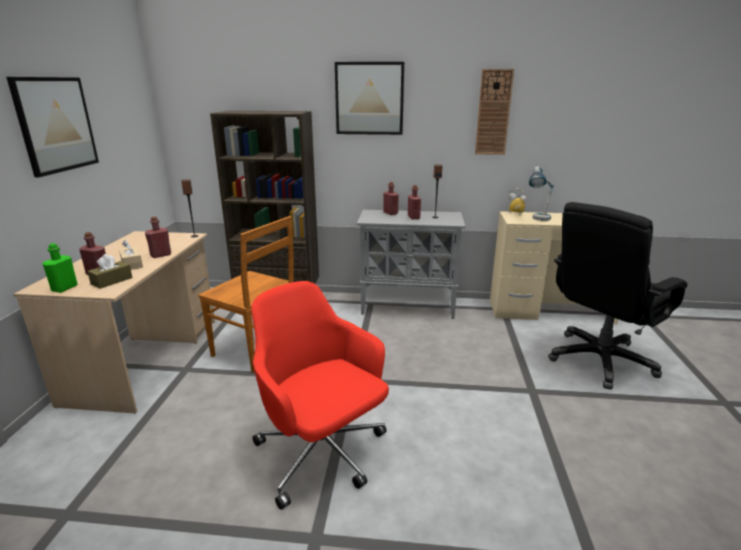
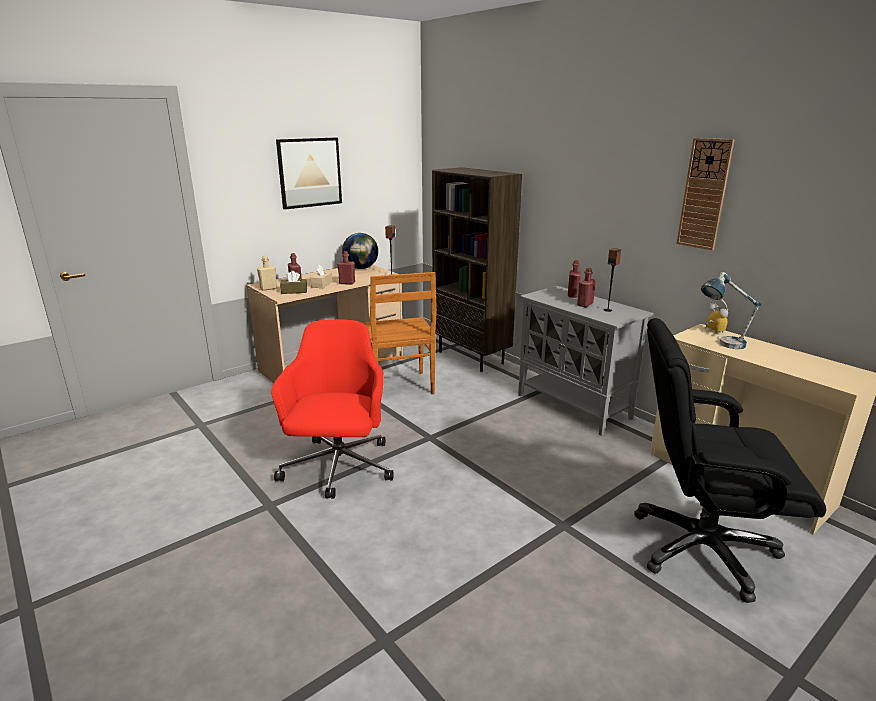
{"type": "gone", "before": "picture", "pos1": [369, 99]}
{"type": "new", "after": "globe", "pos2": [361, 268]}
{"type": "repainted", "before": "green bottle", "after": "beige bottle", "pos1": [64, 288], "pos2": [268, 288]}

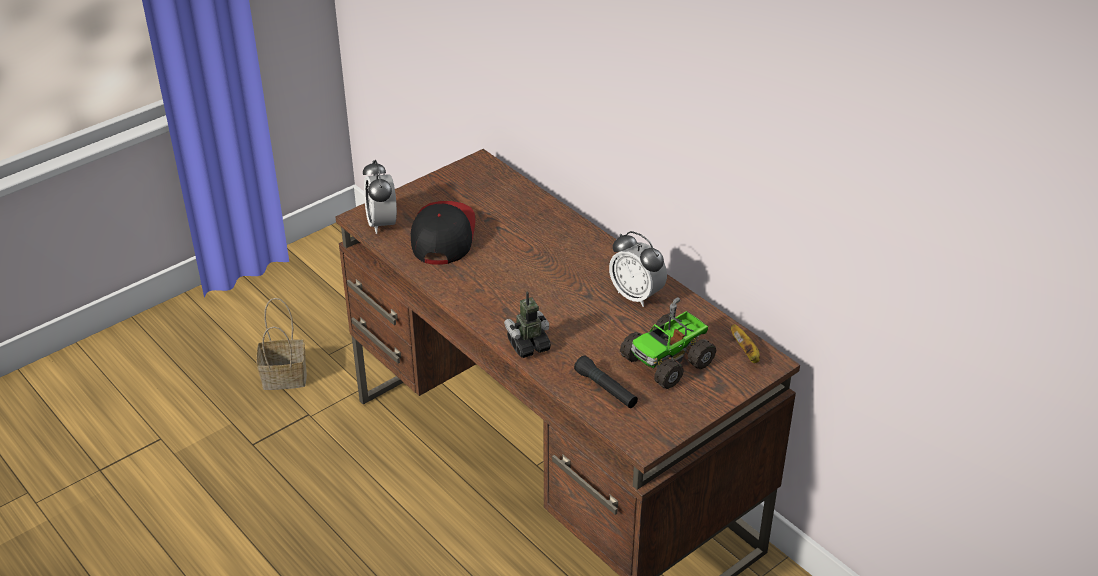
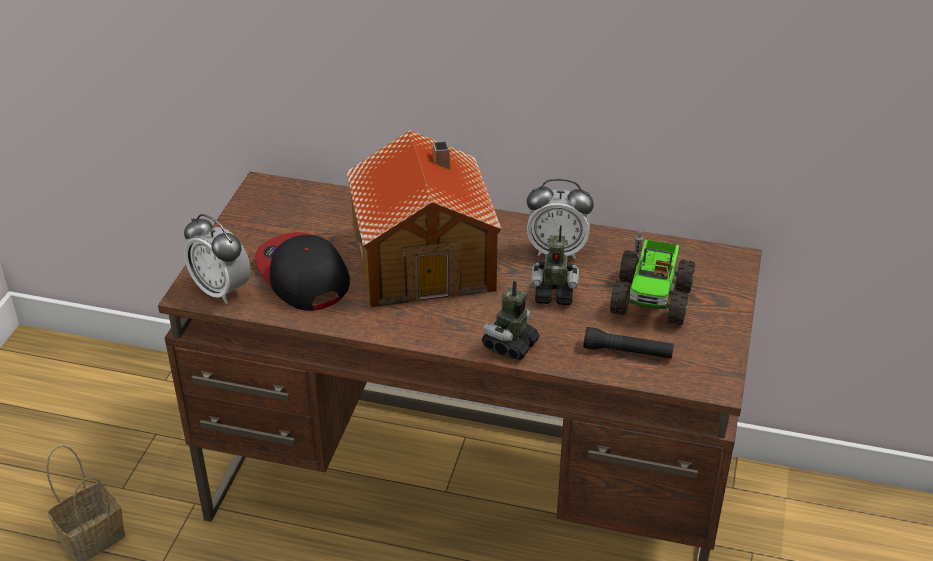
{"type": "gone", "before": "banana", "pos1": [746, 353]}
{"type": "new", "after": "toy house", "pos2": [425, 258]}
{"type": "new", "after": "toy robot", "pos2": [554, 294]}

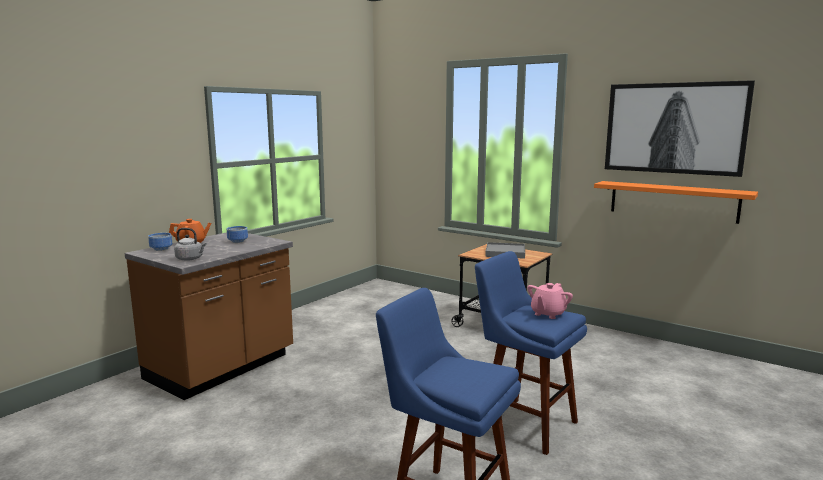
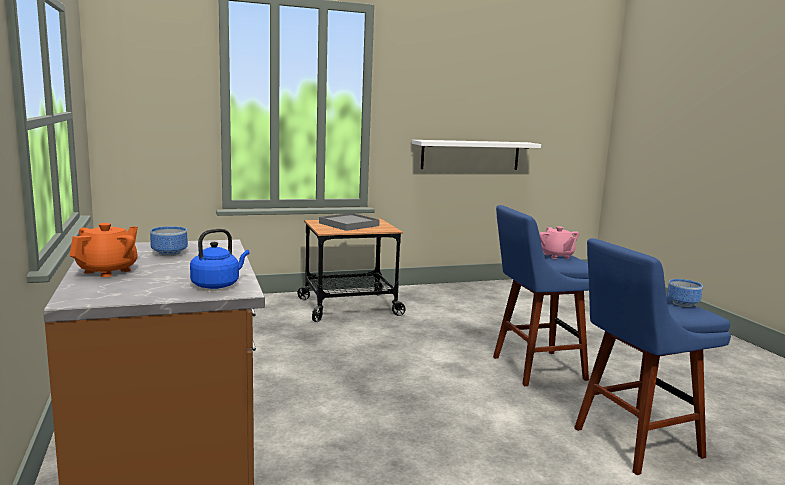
{"type": "gone", "before": "picture", "pos1": [673, 128]}
{"type": "shifted", "before": "bowl", "pos1": [162, 249], "pos2": [683, 303]}
{"type": "repainted", "before": "grey kettle", "after": "blue kettle", "pos1": [190, 259], "pos2": [217, 285]}
{"type": "repainted", "before": "orange shelf", "after": "white shelf", "pos1": [673, 201], "pos2": [470, 155]}

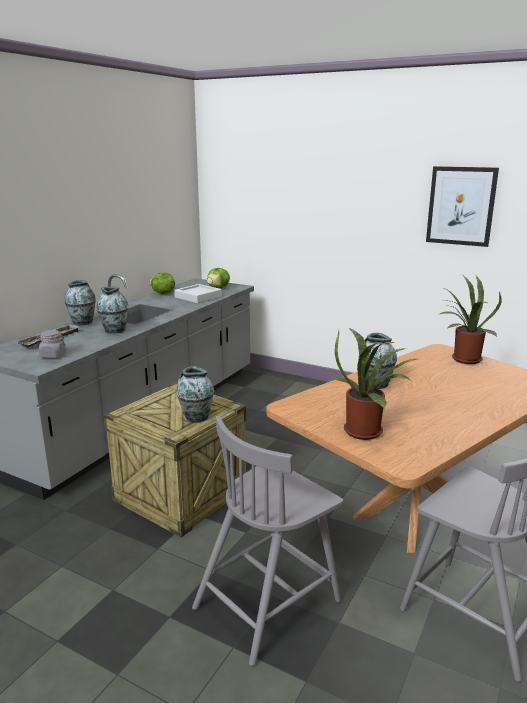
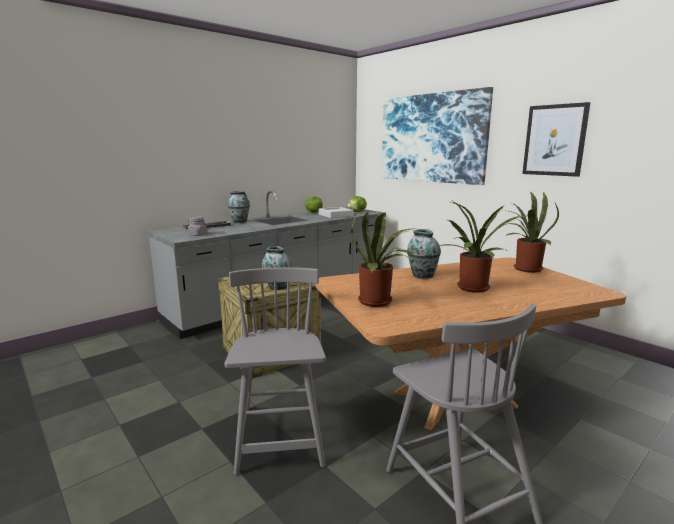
{"type": "gone", "before": "vase", "pos1": [115, 330]}
{"type": "new", "after": "picture", "pos2": [431, 138]}
{"type": "new", "after": "potted plant", "pos2": [473, 289]}
{"type": "rotated", "before": "grey chair", "pos1": [268, 602], "pos2": [280, 437], "turn": 105}

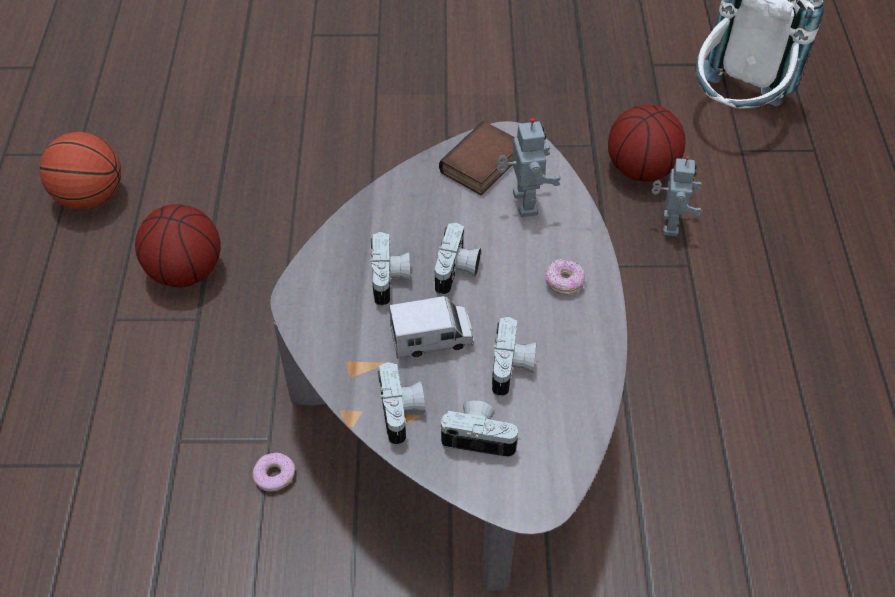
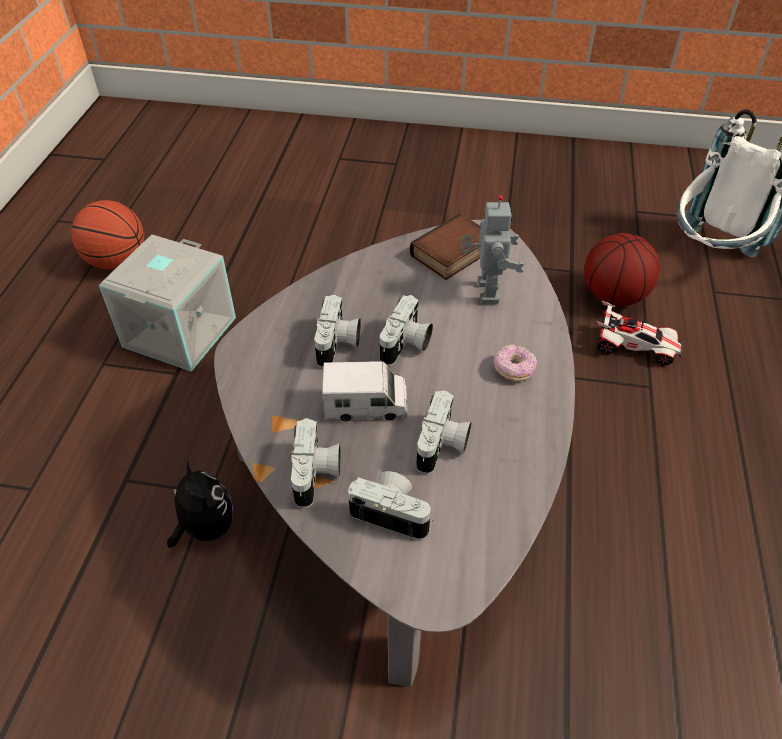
{"type": "swapped", "before": "basketball", "after": "grey storage box", "pos1": [185, 270], "pos2": [178, 331]}
{"type": "swapped", "before": "donut", "after": "plush toy", "pos1": [274, 475], "pos2": [205, 527]}
{"type": "swapped", "before": "toy robot", "after": "toy car", "pos1": [668, 224], "pos2": [634, 347]}

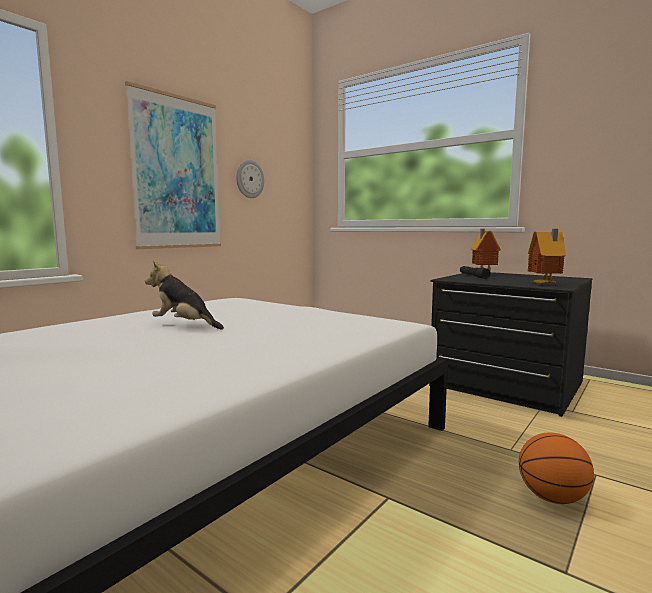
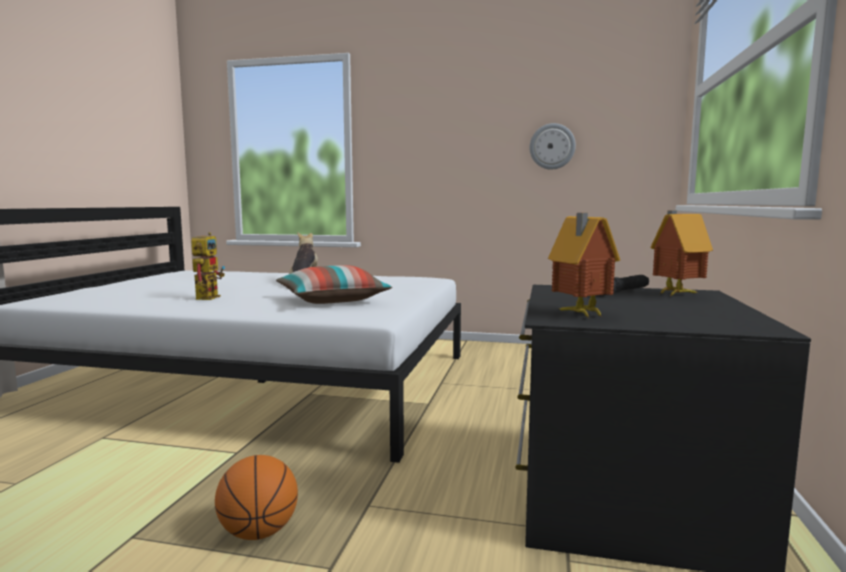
{"type": "gone", "before": "picture", "pos1": [177, 173]}
{"type": "new", "after": "toy robot", "pos2": [208, 296]}
{"type": "new", "after": "pillow", "pos2": [332, 300]}

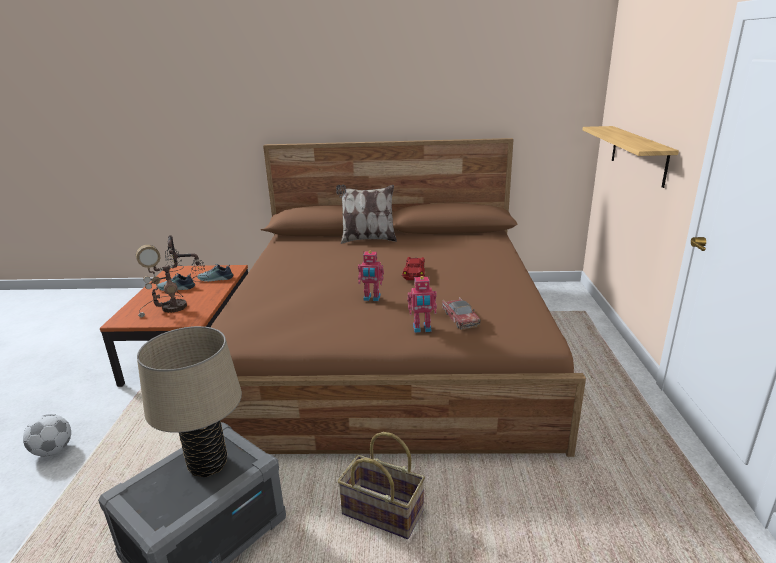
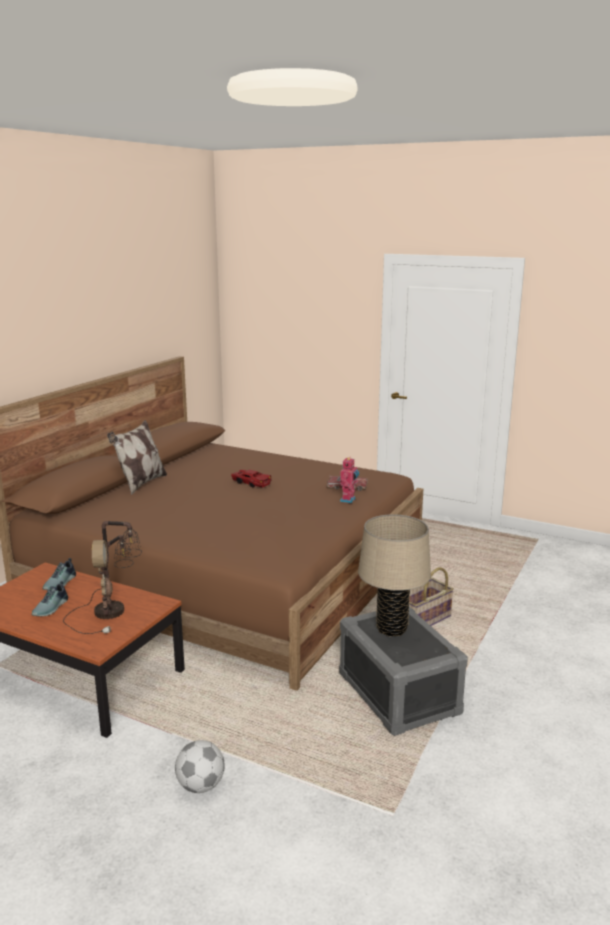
{"type": "gone", "before": "toy robot", "pos1": [371, 298]}
{"type": "gone", "before": "shelf", "pos1": [638, 154]}

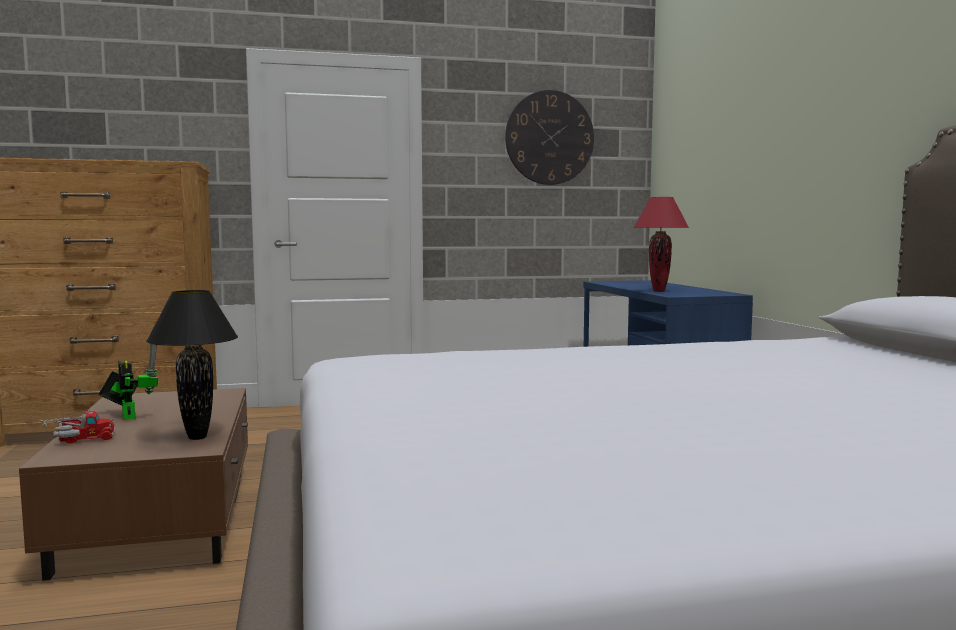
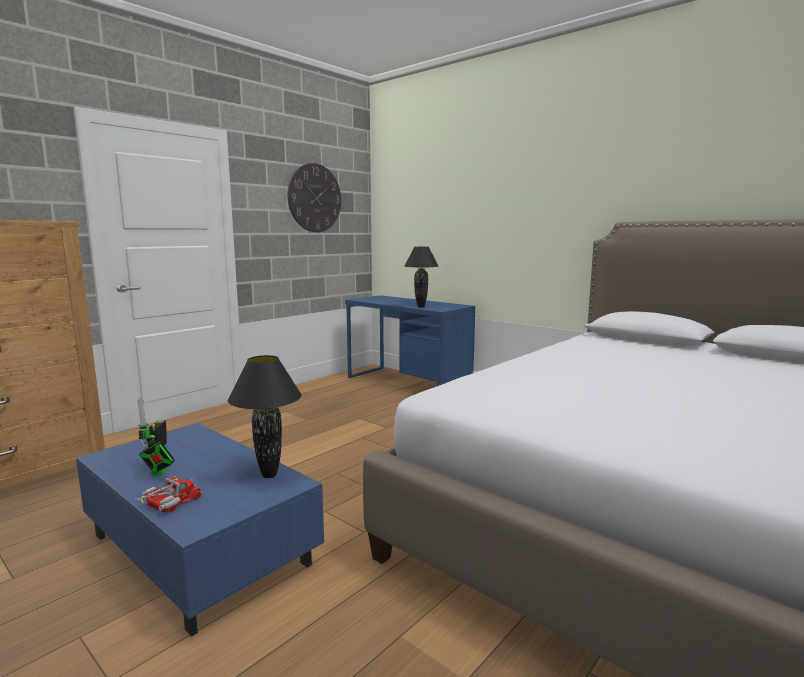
{"type": "repainted", "before": "brown coffee table", "after": "blue coffee table", "pos1": [161, 516], "pos2": [198, 548]}
{"type": "repainted", "before": "red table lamp", "after": "black table lamp", "pos1": [659, 291], "pos2": [421, 306]}
{"type": "rotated", "before": "toy robot", "pos1": [128, 416], "pos2": [158, 472], "turn": -120}

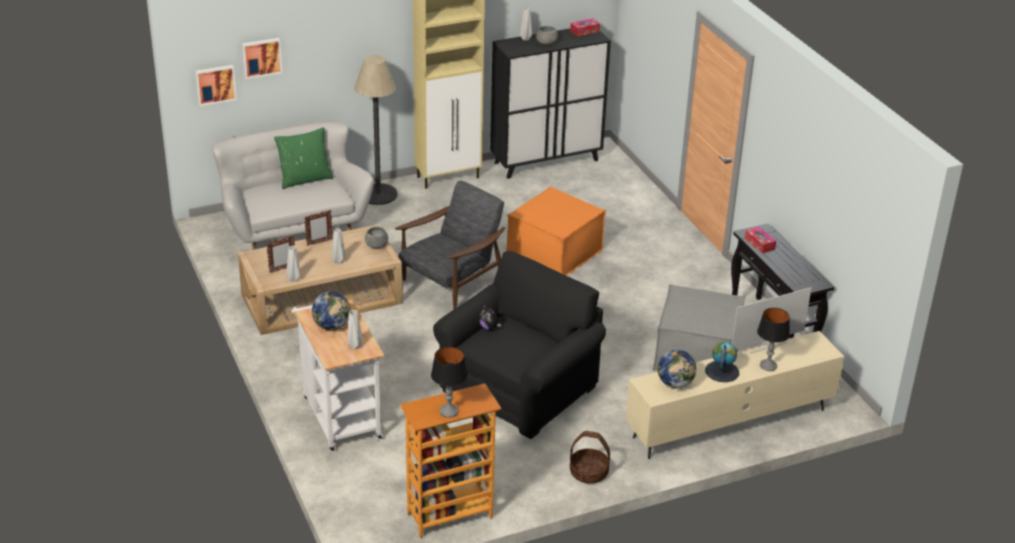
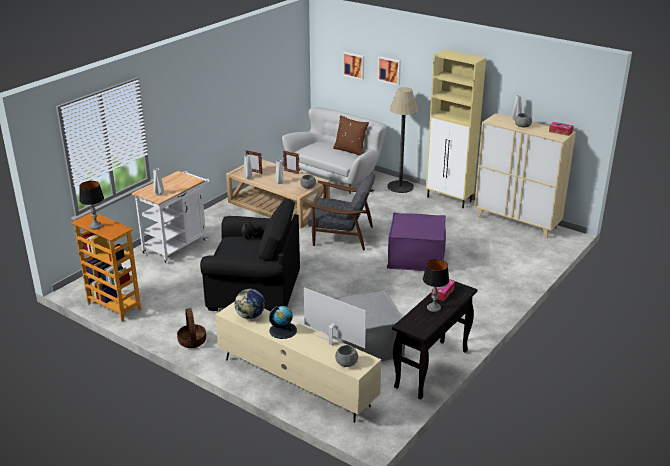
{"type": "gone", "before": "globe", "pos1": [332, 326]}
{"type": "new", "after": "grey bowl", "pos2": [346, 363]}
{"type": "shifted", "before": "picture", "pos1": [215, 84], "pos2": [389, 70]}
{"type": "shifted", "before": "table lamp", "pos1": [768, 366], "pos2": [434, 308]}
{"type": "repainted", "before": "green pillow", "after": "brown pillow", "pos1": [305, 179], "pos2": [350, 150]}
{"type": "repainted", "before": "black cabinet", "after": "beige cabinet", "pos1": [546, 161], "pos2": [517, 222]}
{"type": "repainted", "before": "orange ottoman", "after": "purple ottoman", "pos1": [554, 252], "pos2": [415, 257]}

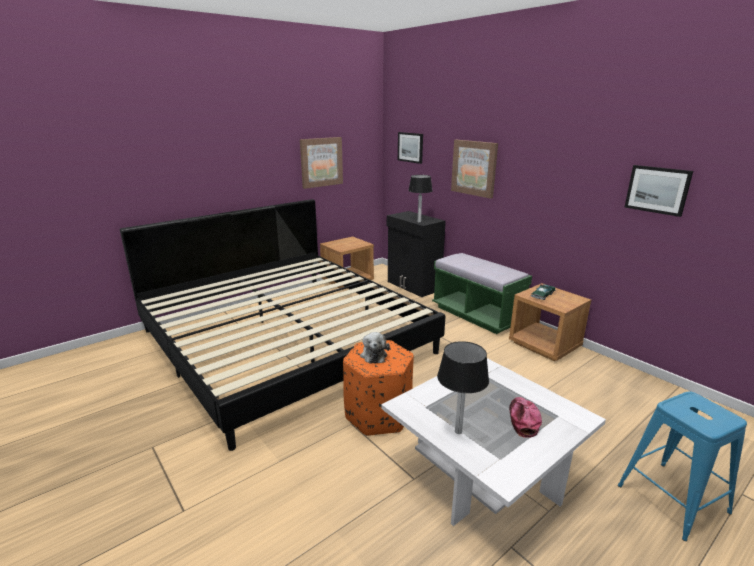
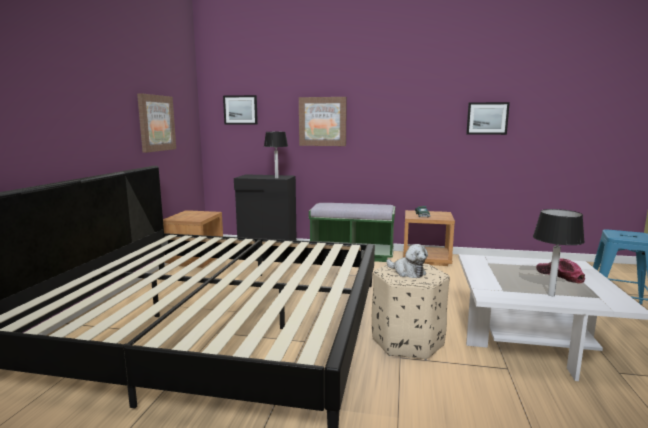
{"type": "repainted", "before": "orange ottoman", "after": "beige ottoman", "pos1": [378, 415], "pos2": [407, 341]}

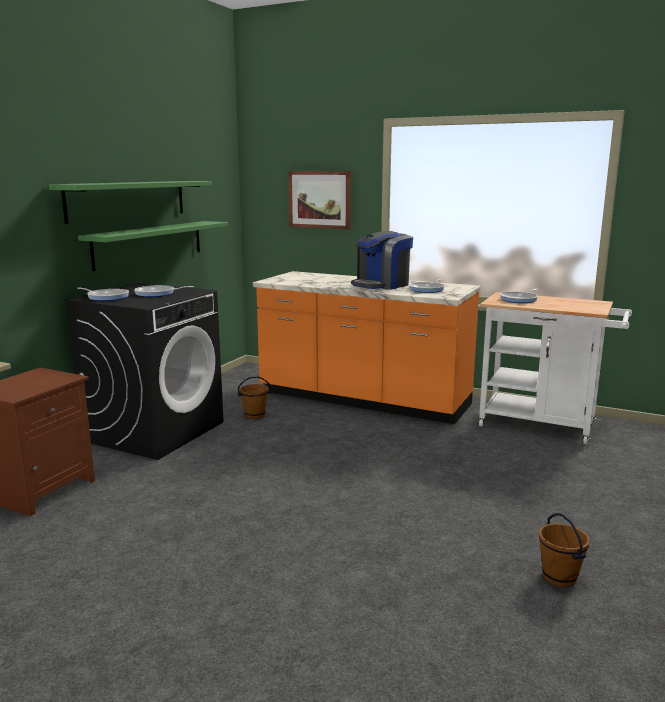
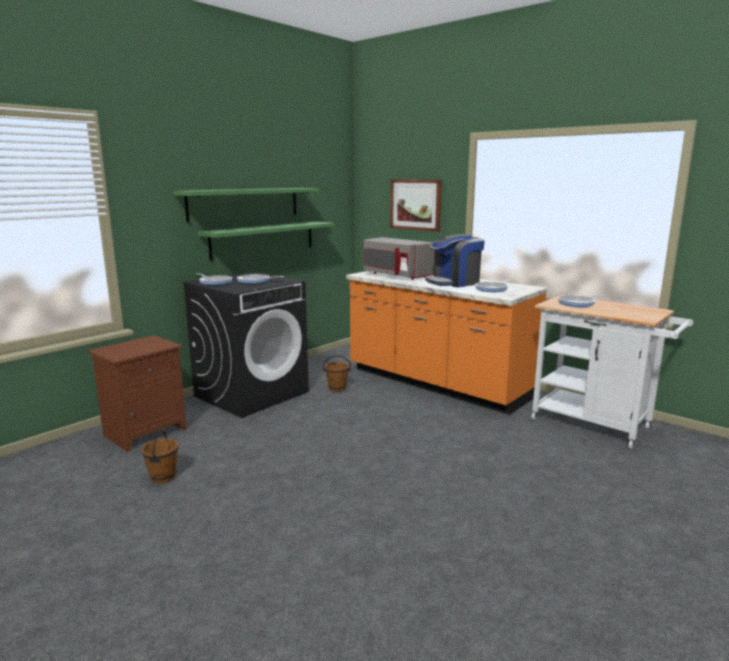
{"type": "new", "after": "grey microwave", "pos2": [396, 275]}
{"type": "shifted", "before": "brown bucket", "pos1": [560, 577], "pos2": [163, 477]}

